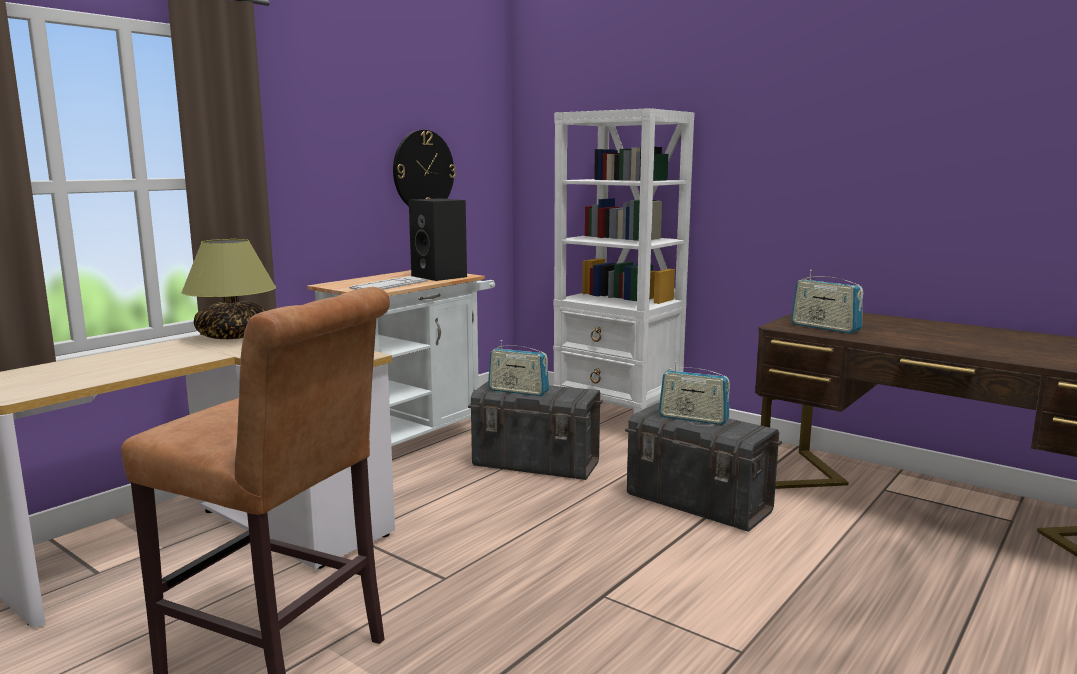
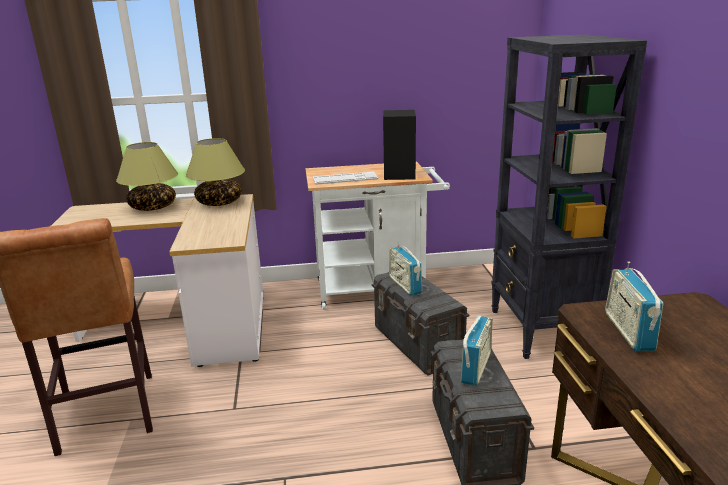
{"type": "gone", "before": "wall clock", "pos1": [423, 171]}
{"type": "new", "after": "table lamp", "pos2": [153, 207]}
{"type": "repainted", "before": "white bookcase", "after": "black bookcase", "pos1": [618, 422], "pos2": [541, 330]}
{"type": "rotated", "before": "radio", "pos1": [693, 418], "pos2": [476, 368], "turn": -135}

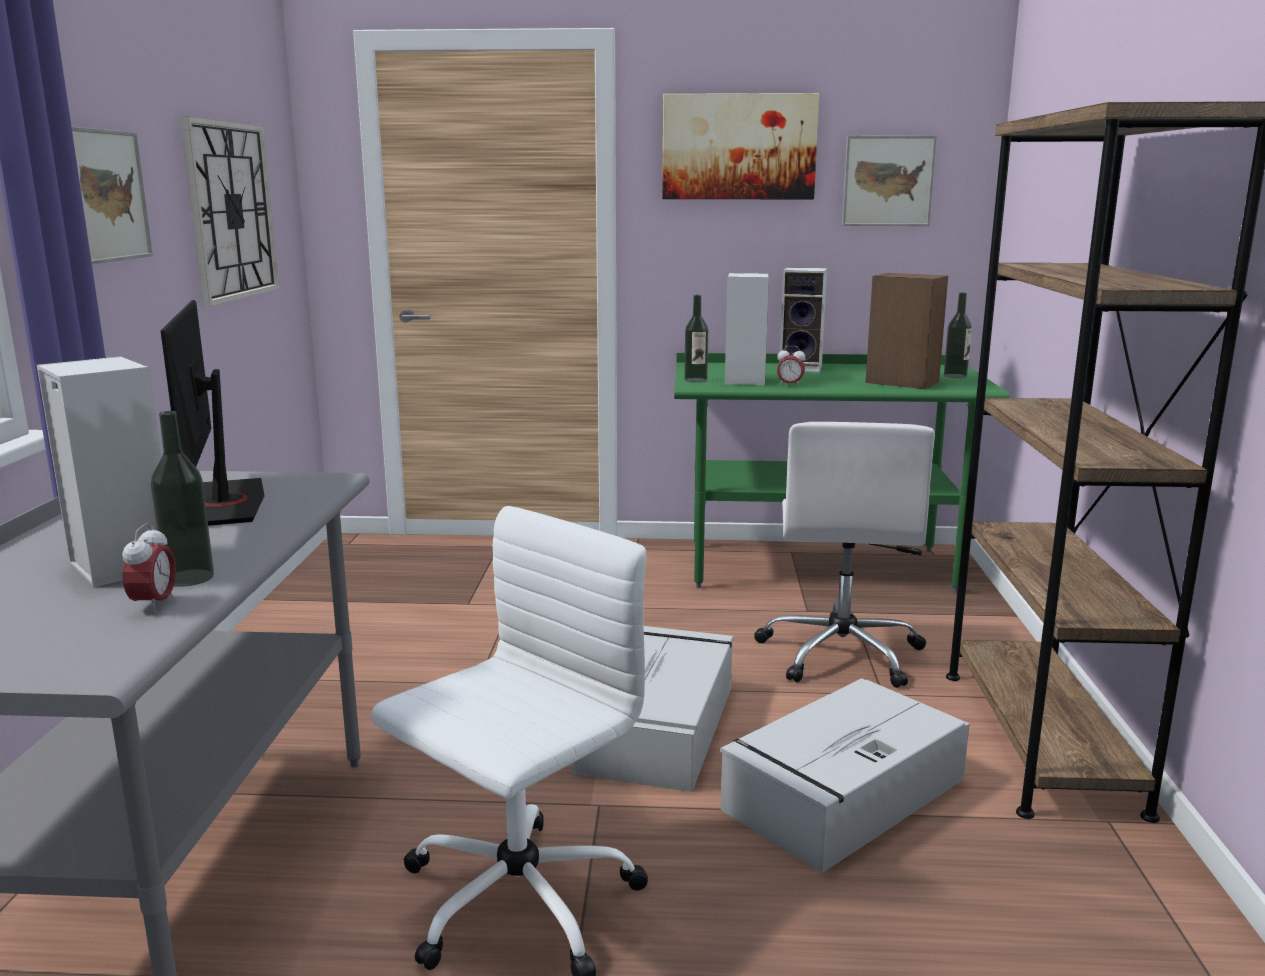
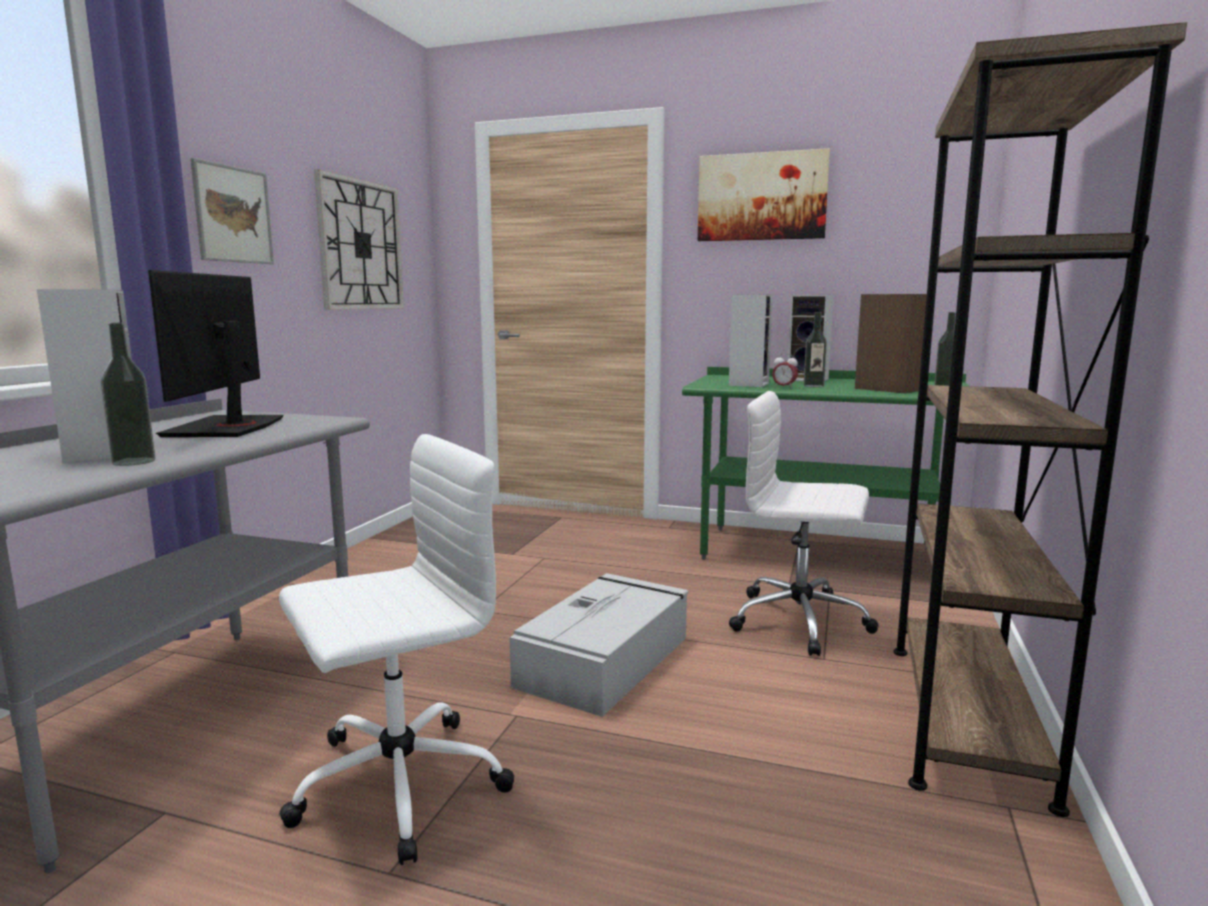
{"type": "gone", "before": "alarm clock", "pos1": [154, 605]}
{"type": "gone", "before": "grey storage box", "pos1": [842, 796]}
{"type": "gone", "before": "picture", "pos1": [888, 181]}
{"type": "shifted", "before": "bottle", "pos1": [695, 380], "pos2": [813, 386]}
{"type": "rotated", "before": "white office chair", "pos1": [841, 653], "pos2": [802, 621], "turn": 90}

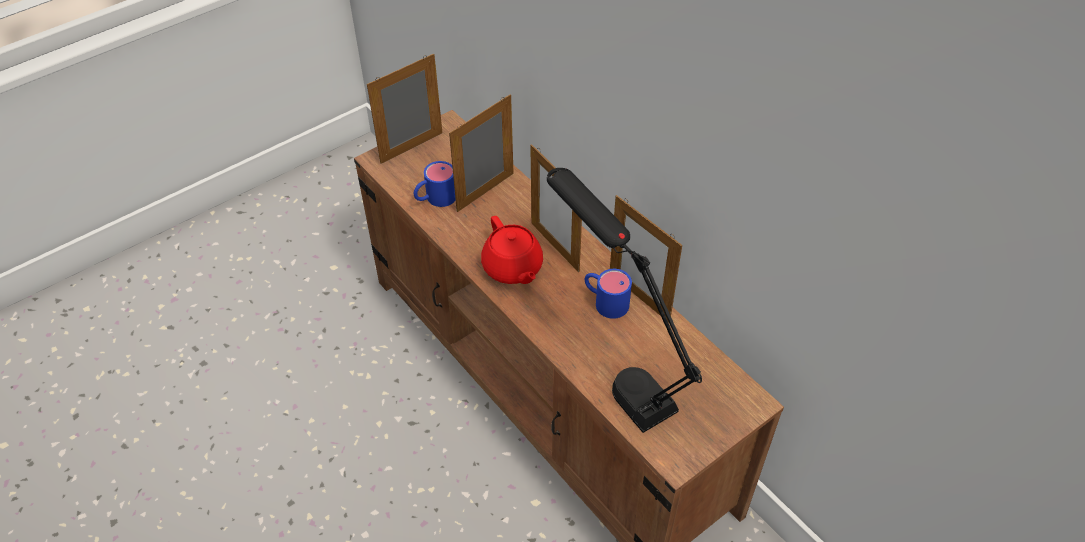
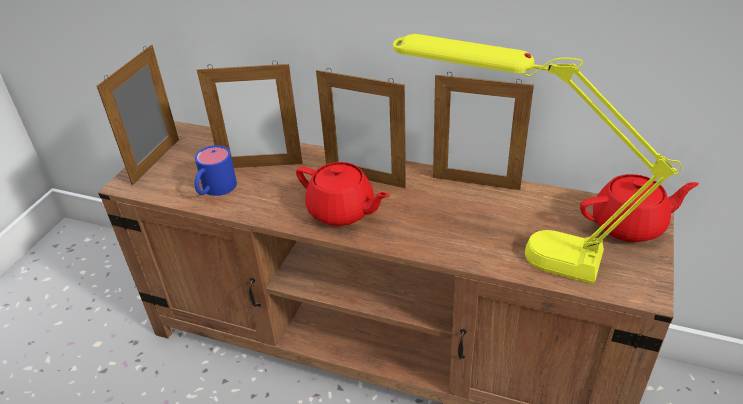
{"type": "gone", "before": "blue mug", "pos1": [605, 301]}
{"type": "new", "after": "red teapot", "pos2": [629, 225]}
{"type": "repainted", "before": "black table lamp", "after": "yellow table lamp", "pos1": [614, 368], "pos2": [513, 245]}
{"type": "rotated", "before": "picture frame", "pos1": [485, 192], "pos2": [261, 165], "turn": -105}

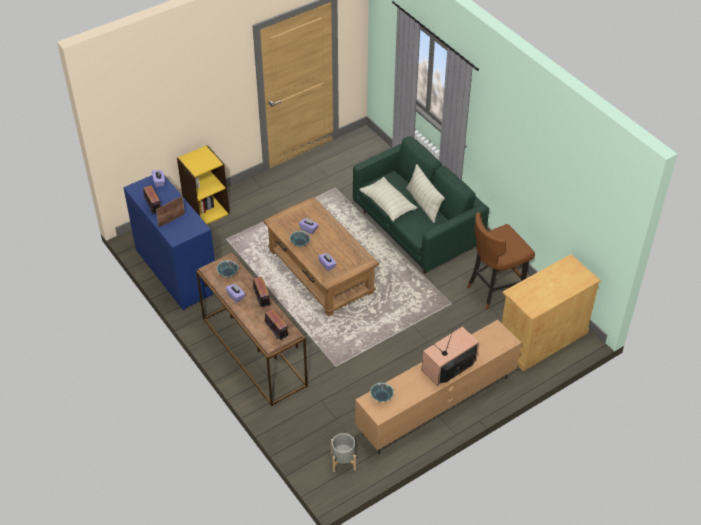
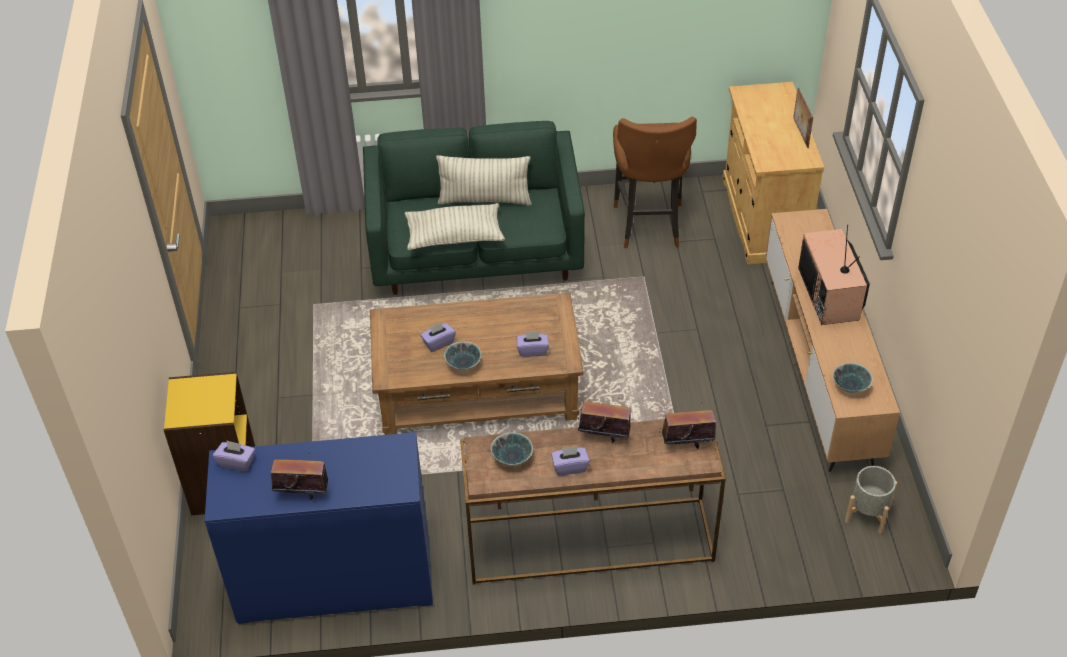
{"type": "shifted", "before": "picture frame", "pos1": [171, 220], "pos2": [800, 133]}

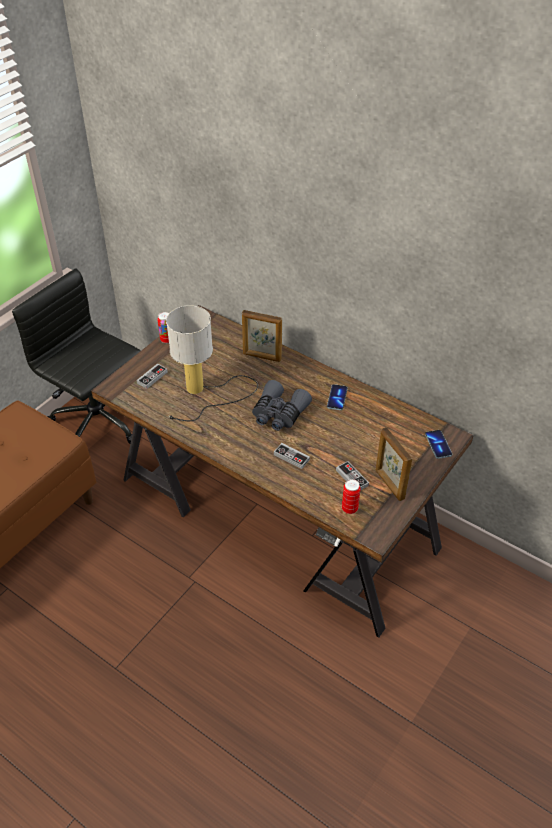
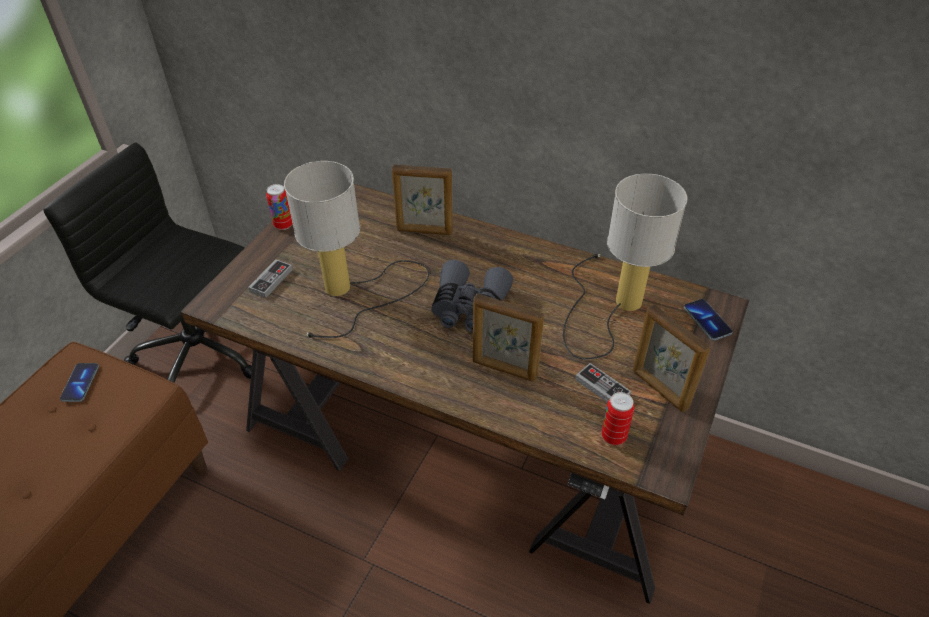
{"type": "new", "after": "table lamp", "pos2": [611, 305]}
{"type": "shifted", "before": "phone", "pos1": [337, 398], "pos2": [80, 383]}
{"type": "swapped", "before": "game controller", "after": "picture frame", "pos1": [291, 457], "pos2": [504, 369]}

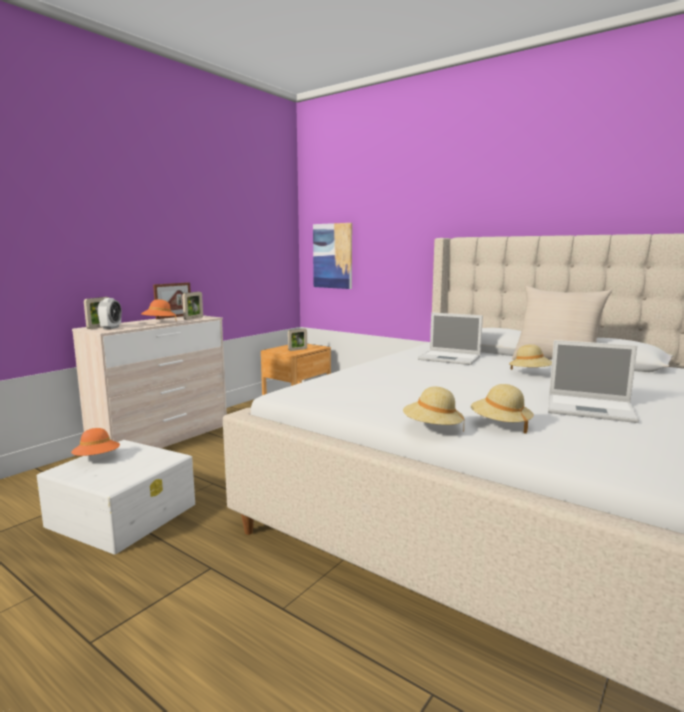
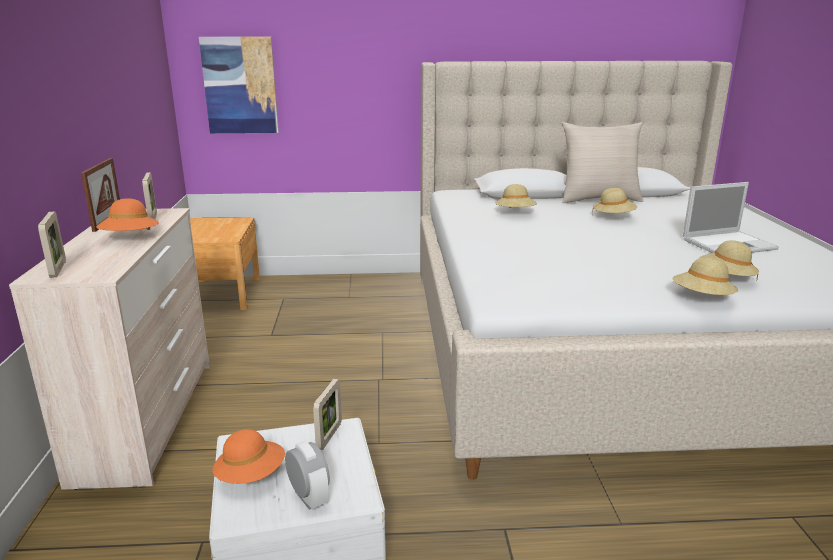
{"type": "shifted", "before": "alarm clock", "pos1": [111, 328], "pos2": [309, 497]}
{"type": "shifted", "before": "picture frame", "pos1": [297, 349], "pos2": [329, 436]}
{"type": "swapped", "before": "laptop", "after": "beige hat", "pos1": [450, 358], "pos2": [515, 213]}

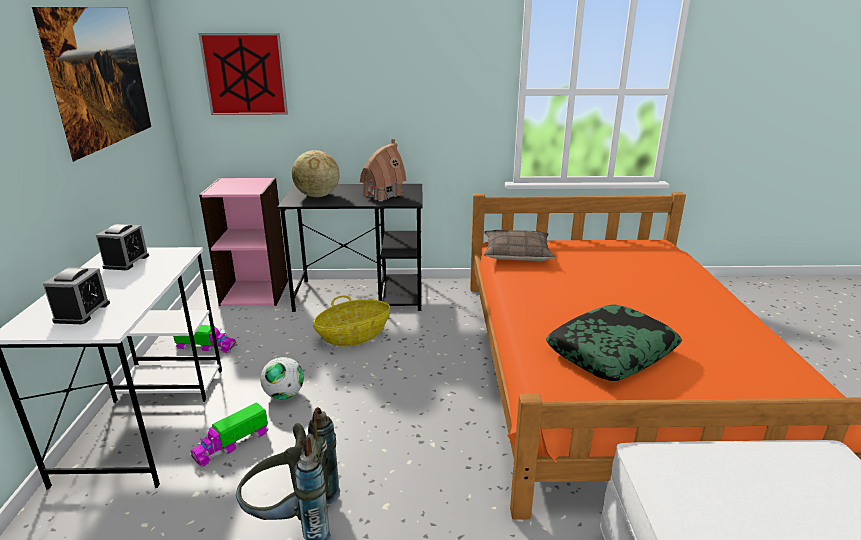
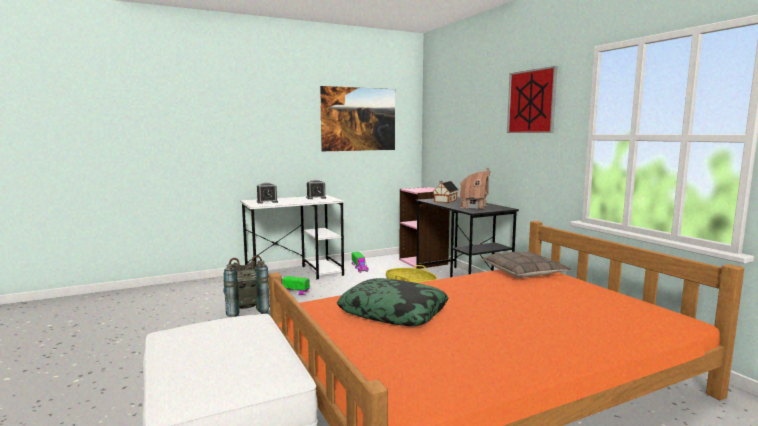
{"type": "gone", "before": "football", "pos1": [284, 395]}
{"type": "shifted", "before": "picture", "pos1": [245, 74], "pos2": [531, 101]}
{"type": "swapped", "before": "globe", "after": "toy house", "pos1": [317, 196], "pos2": [444, 201]}

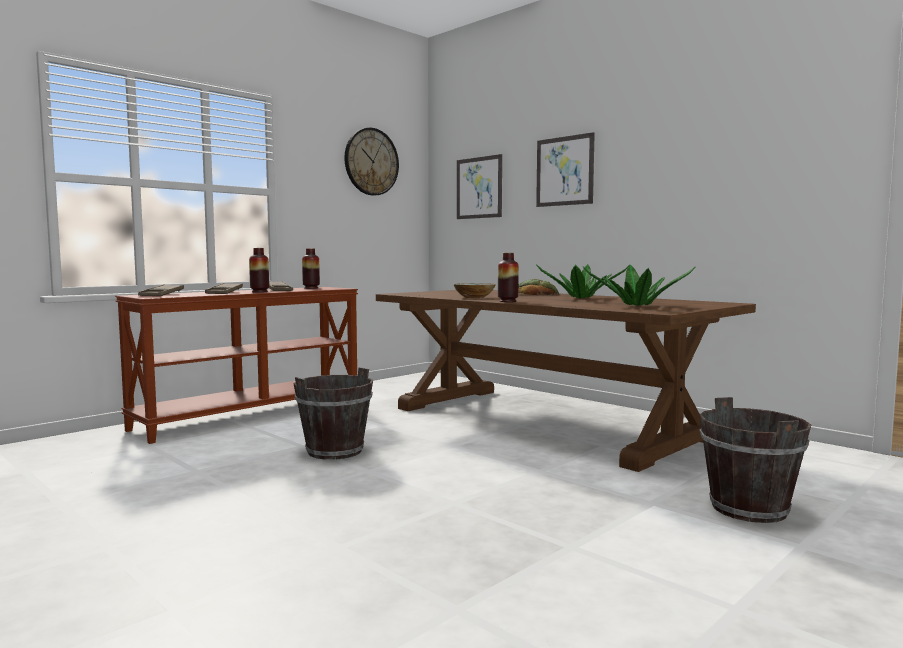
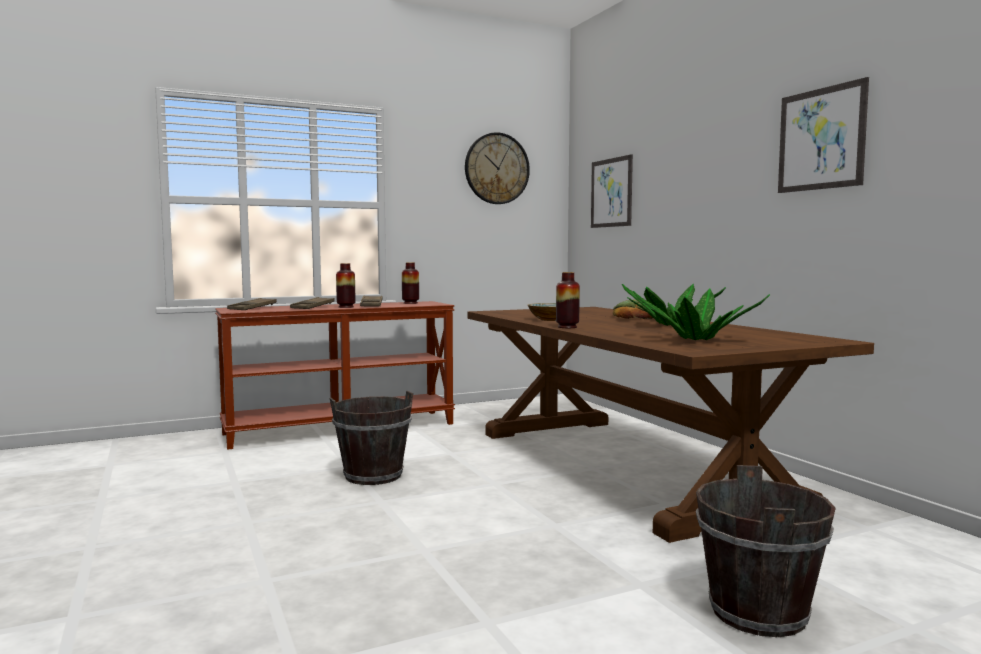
{"type": "shifted", "before": "picture", "pos1": [564, 171], "pos2": [821, 139]}

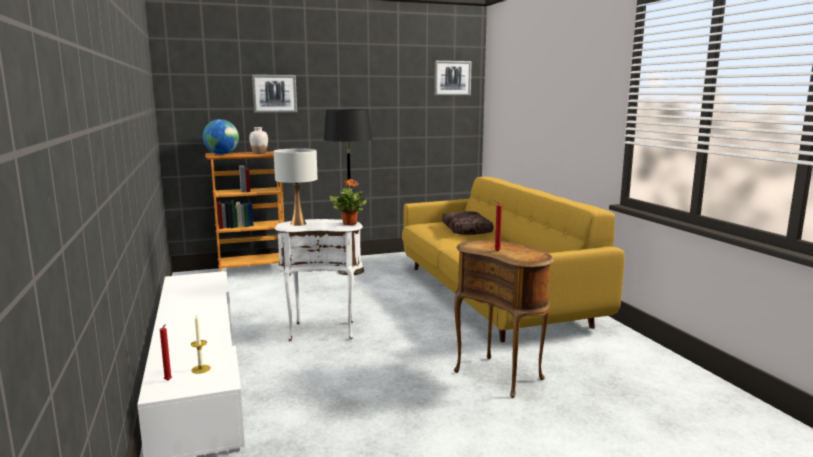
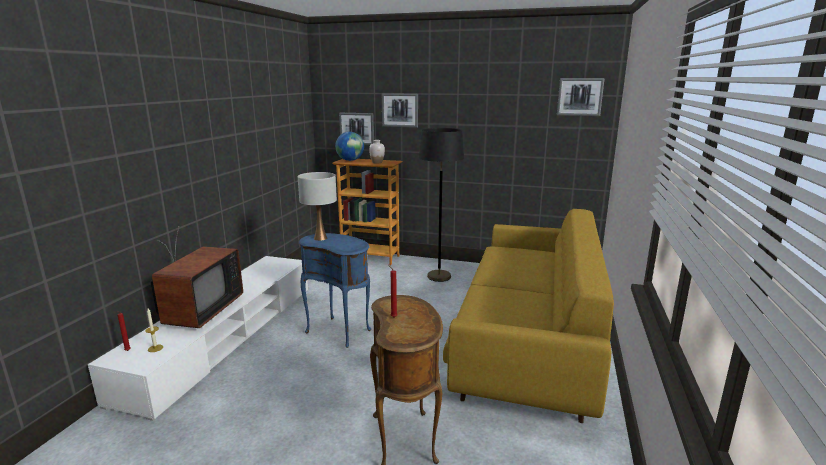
{"type": "gone", "before": "potted plant", "pos1": [350, 224]}
{"type": "gone", "before": "brown pillow", "pos1": [467, 230]}
{"type": "new", "after": "television", "pos2": [199, 312]}
{"type": "new", "after": "picture", "pos2": [357, 128]}
{"type": "repainted", "before": "white side table", "after": "blue side table", "pos1": [323, 330], "pos2": [340, 331]}

